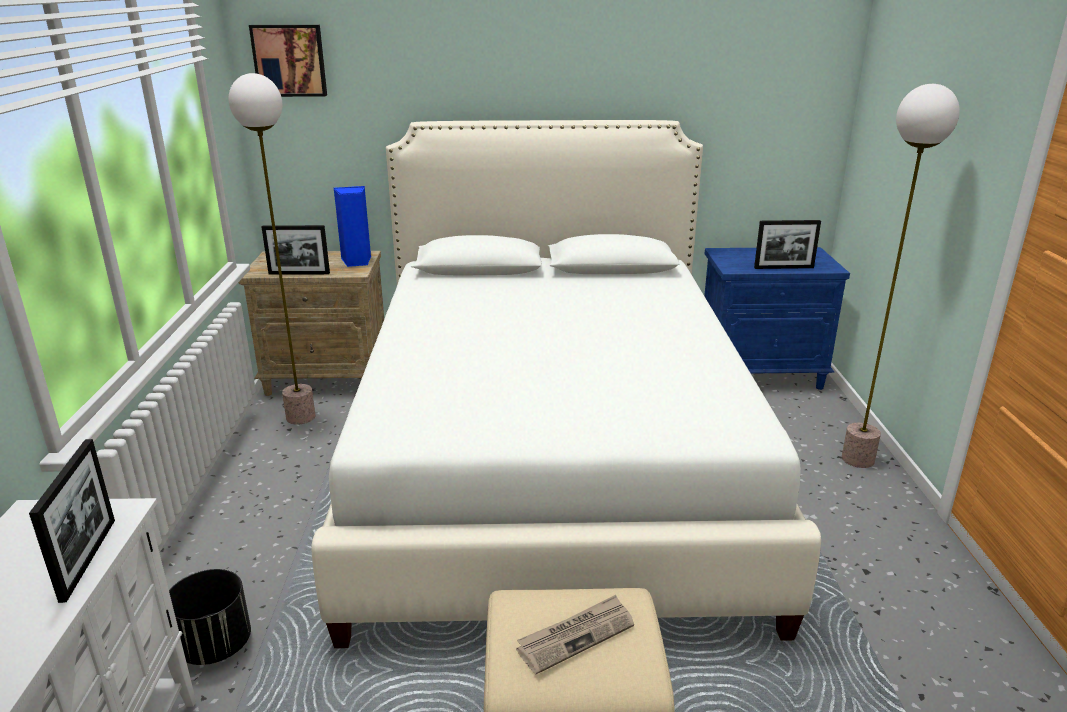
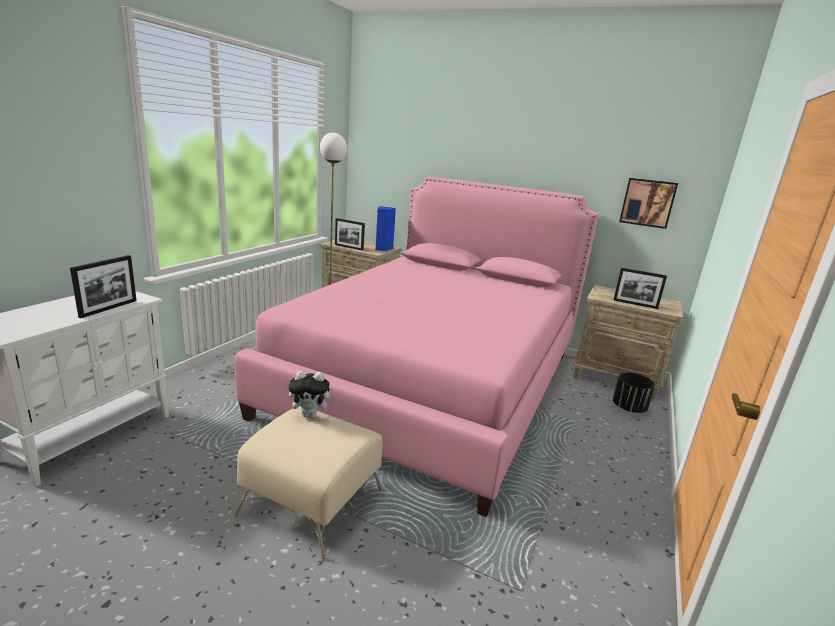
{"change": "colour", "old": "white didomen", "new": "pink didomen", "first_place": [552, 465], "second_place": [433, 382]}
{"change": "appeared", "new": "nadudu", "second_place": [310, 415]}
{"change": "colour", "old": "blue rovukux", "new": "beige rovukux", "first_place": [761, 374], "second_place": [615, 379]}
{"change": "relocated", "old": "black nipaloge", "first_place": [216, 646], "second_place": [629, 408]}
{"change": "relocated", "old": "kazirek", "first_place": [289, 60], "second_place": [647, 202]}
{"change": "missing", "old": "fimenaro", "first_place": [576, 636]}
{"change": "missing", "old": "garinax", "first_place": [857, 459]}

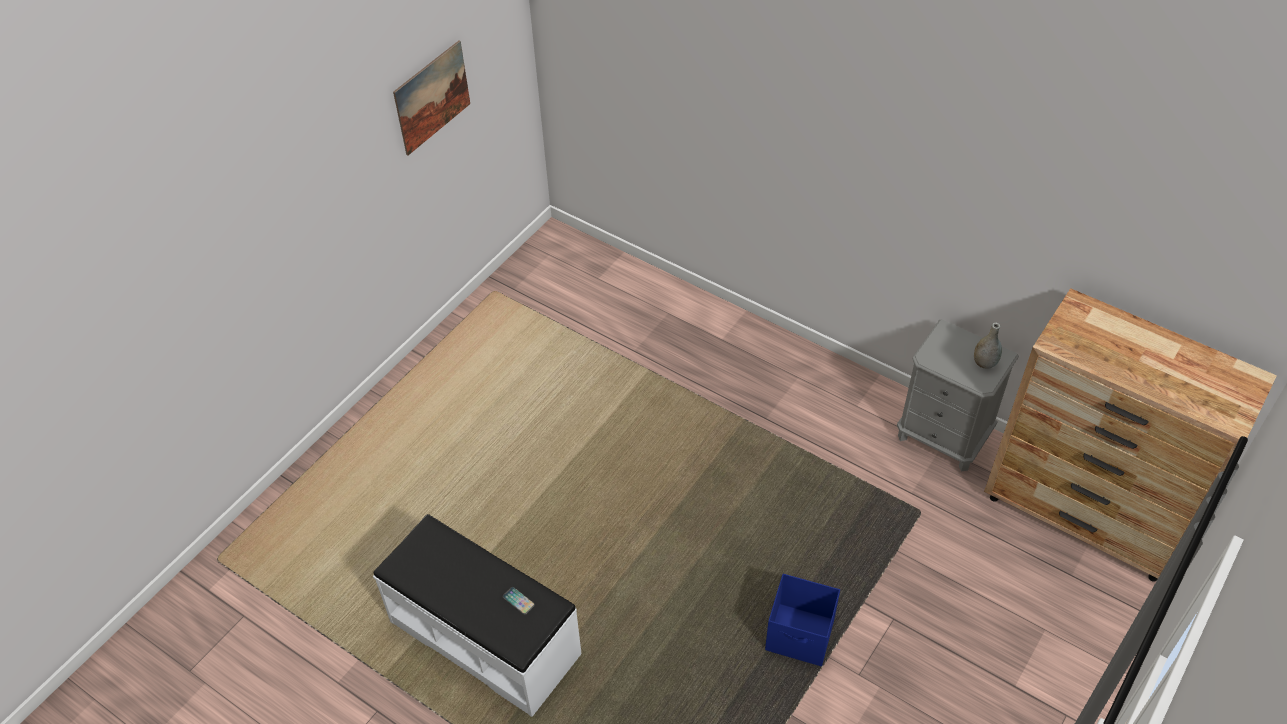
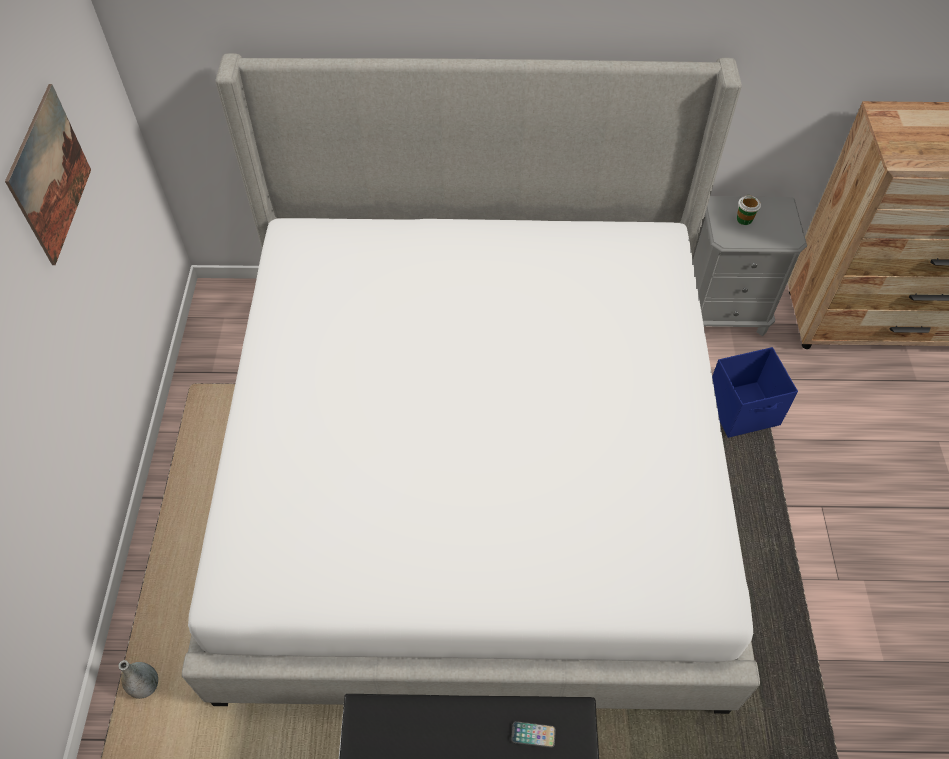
{"change": "relocated", "old": "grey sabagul", "first_place": [984, 363], "second_place": [146, 686]}
{"change": "appeared", "new": "didomen", "second_place": [474, 467]}
{"change": "relocated", "old": "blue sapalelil", "first_place": [800, 636], "second_place": [743, 410]}
{"change": "appeared", "new": "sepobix", "second_place": [744, 219]}

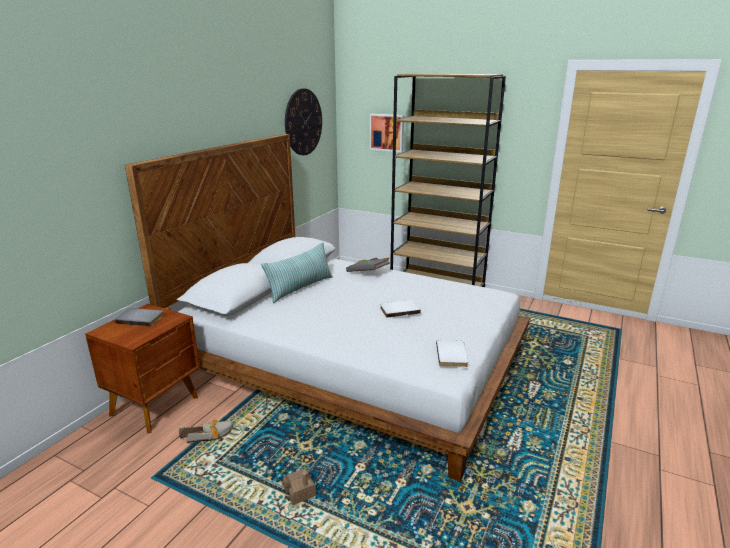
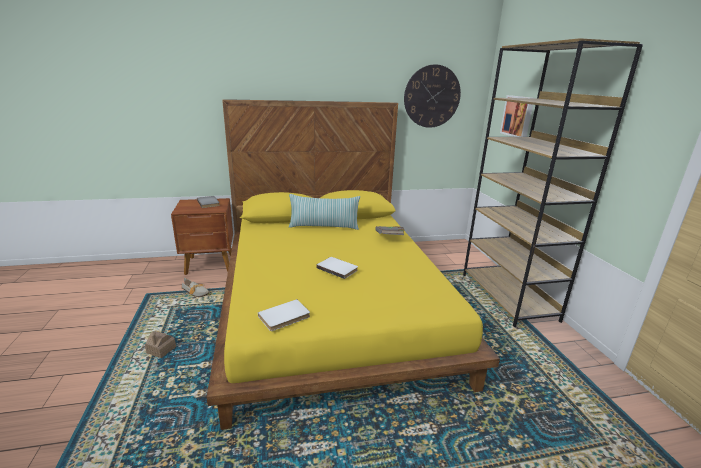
{"change": "colour", "old": "white didomen", "new": "yellow didomen", "first_place": [353, 362], "second_place": [331, 306]}

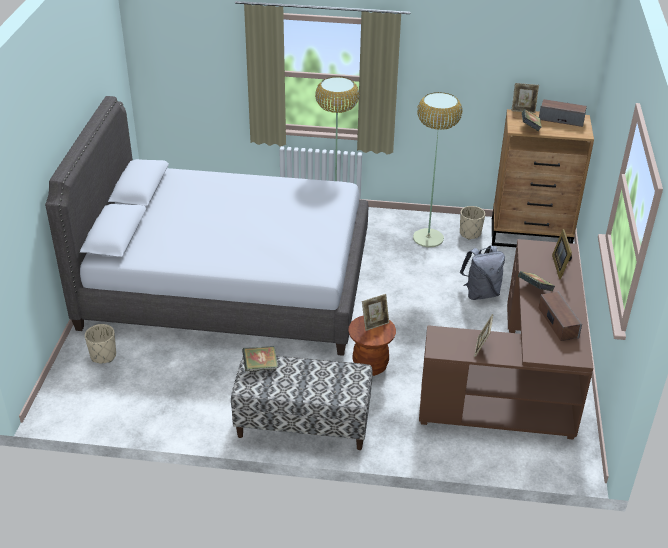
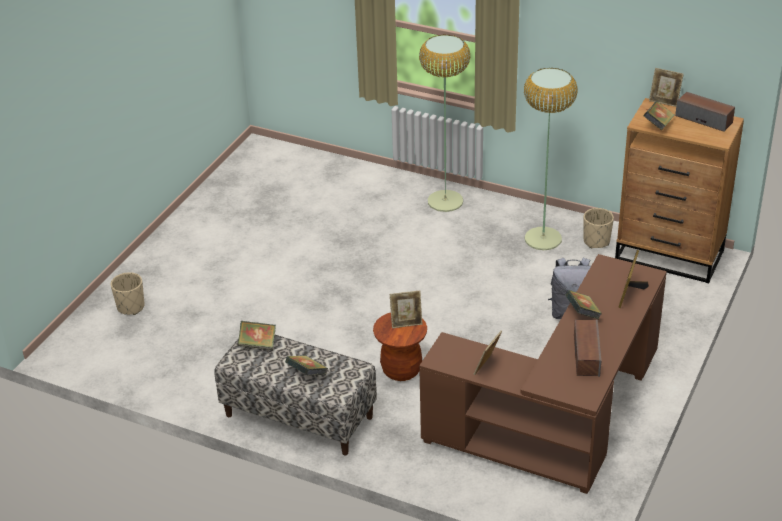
{"change": "appeared", "new": "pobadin", "second_place": [307, 374]}
{"change": "missing", "old": "grey didomen", "first_place": [227, 284]}

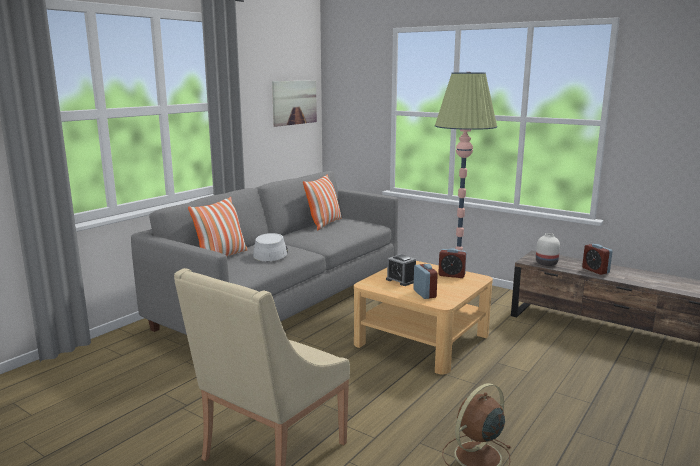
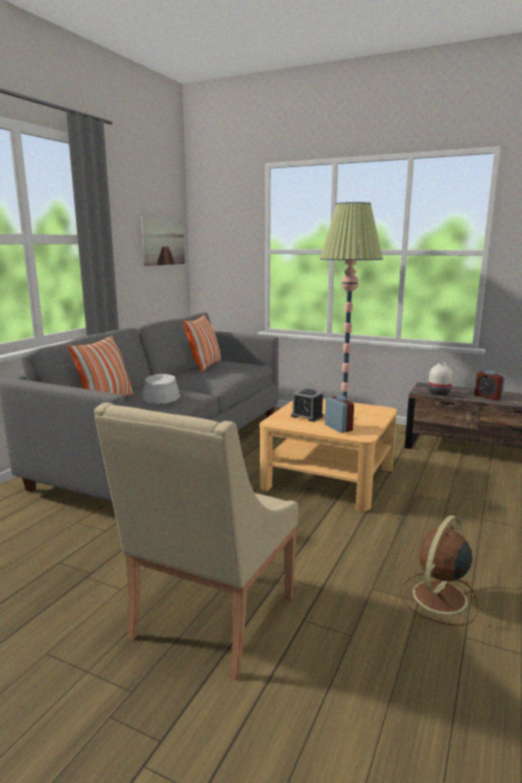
{"change": "missing", "old": "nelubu", "first_place": [451, 275]}

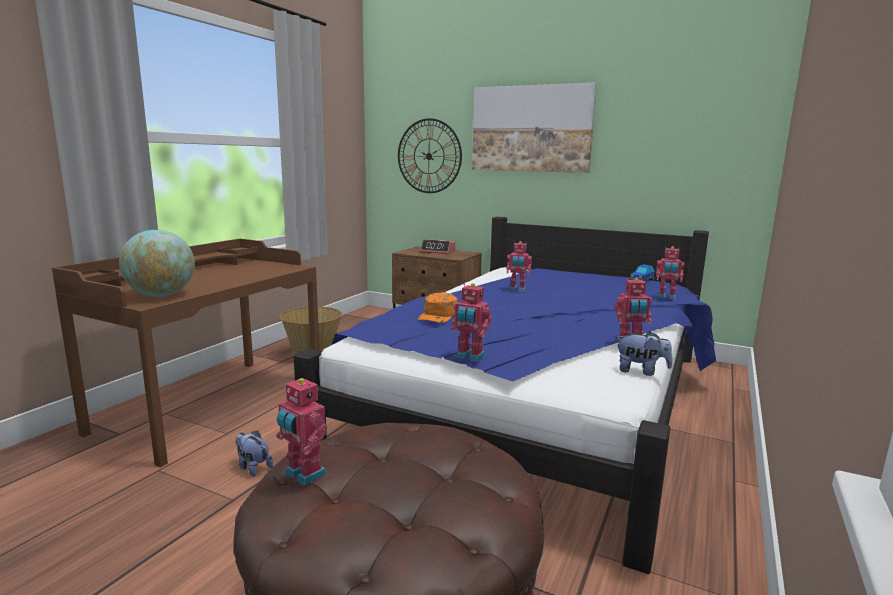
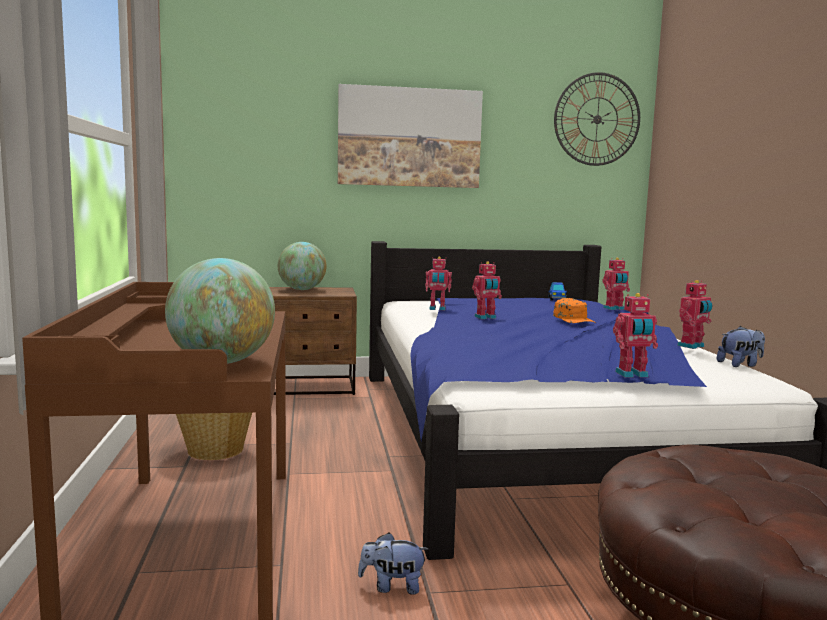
{"change": "exchanged", "old": "nelubu", "new": "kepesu", "first_place": [438, 251], "second_place": [302, 289]}
{"change": "relocated", "old": "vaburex", "first_place": [303, 474], "second_place": [437, 309]}
{"change": "relocated", "old": "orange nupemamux", "first_place": [438, 315], "second_place": [574, 319]}
{"change": "relocated", "old": "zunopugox", "first_place": [429, 156], "second_place": [597, 119]}

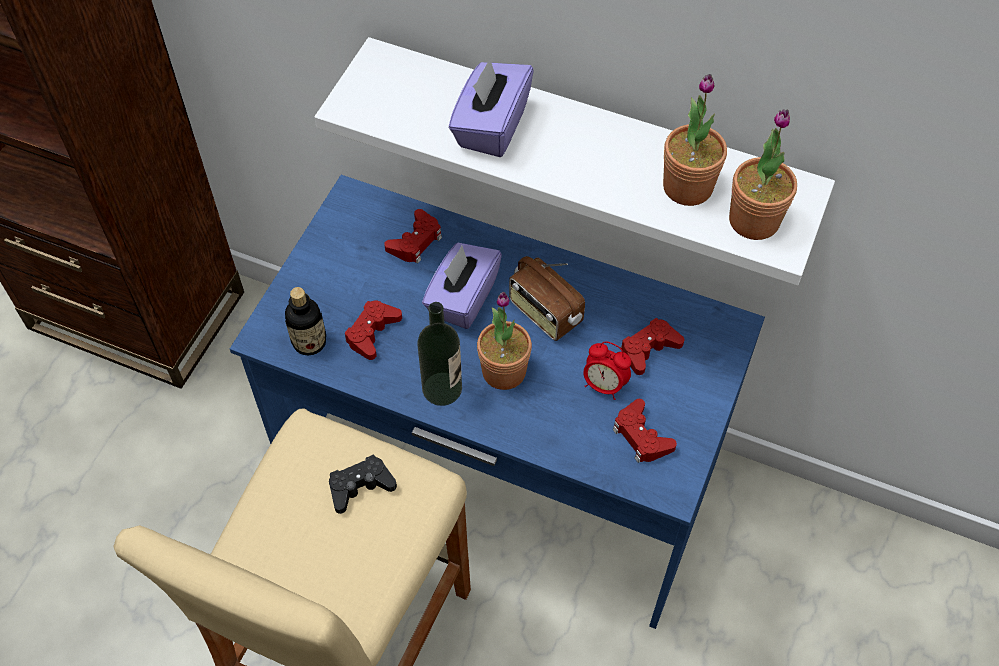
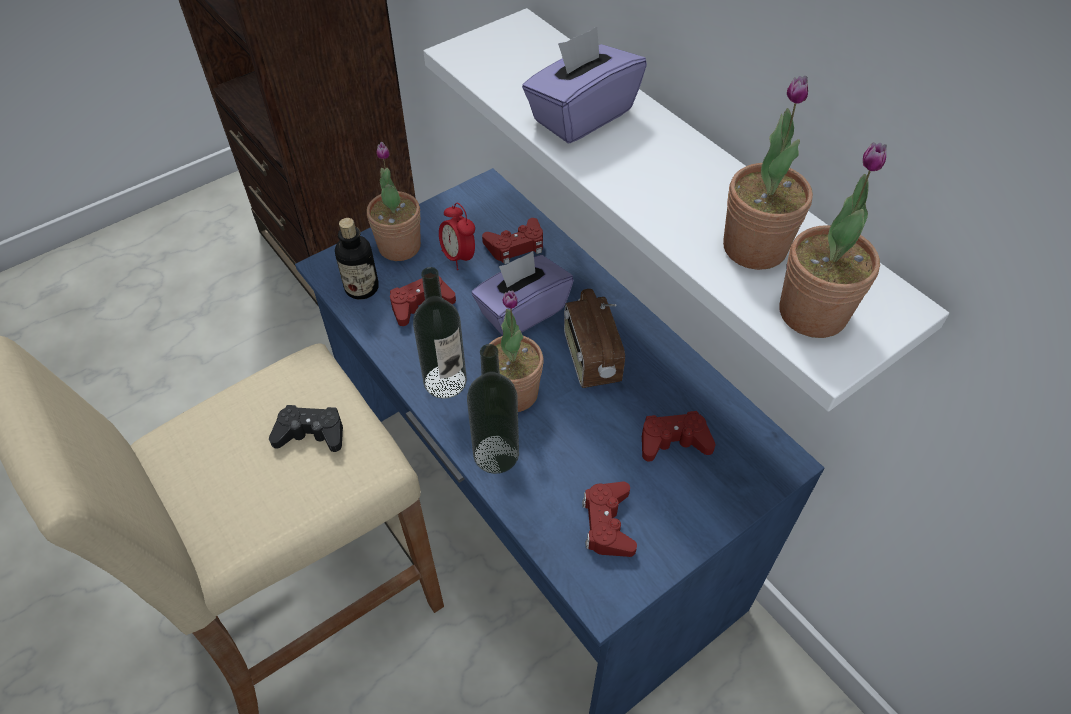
{"change": "appeared", "new": "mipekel", "second_place": [399, 246]}
{"change": "relocated", "old": "nelubu", "first_place": [604, 385], "second_place": [458, 257]}
{"change": "appeared", "new": "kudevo", "second_place": [496, 454]}

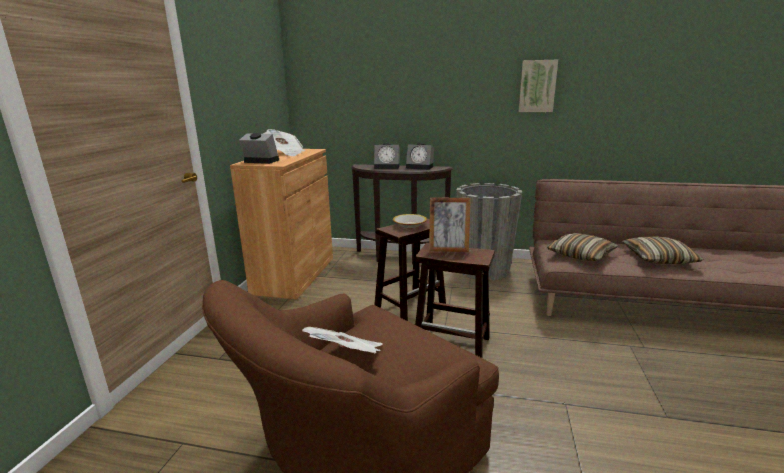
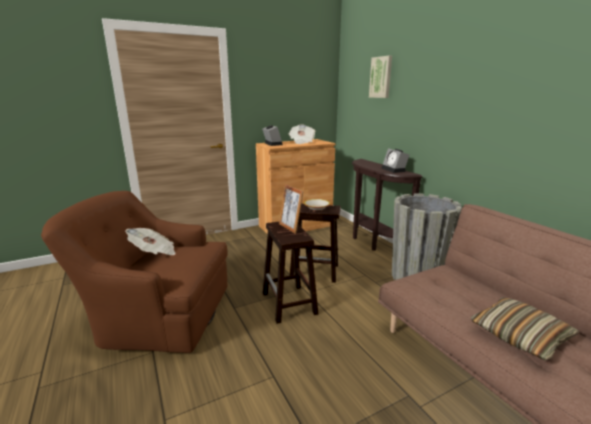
{"change": "relocated", "old": "kazirek", "first_place": [537, 86], "second_place": [381, 77]}
{"change": "missing", "old": "nelubu", "first_place": [388, 167]}
{"change": "missing", "old": "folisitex", "first_place": [580, 255]}

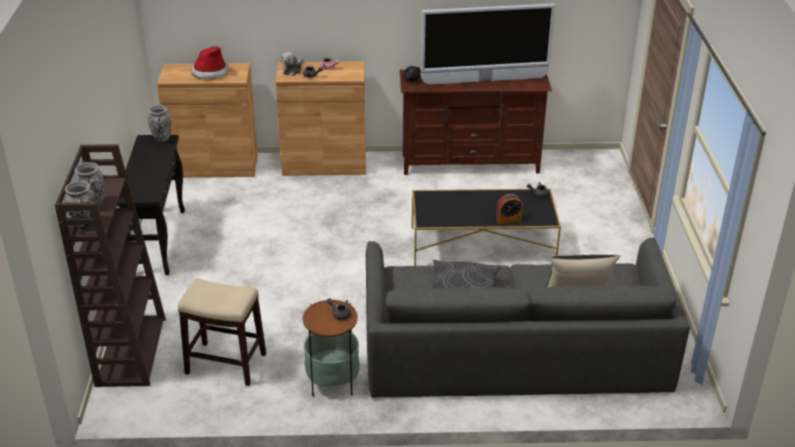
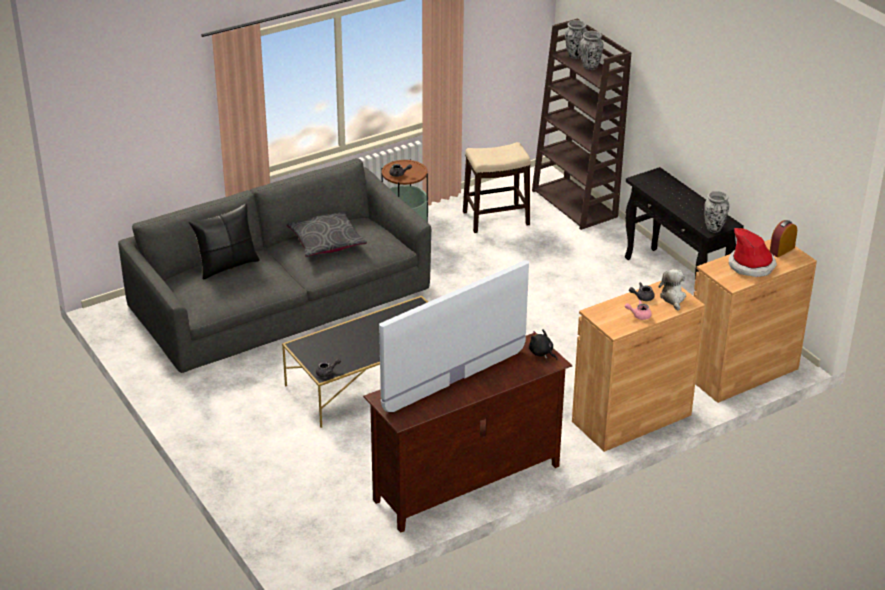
{"change": "relocated", "old": "nelubu", "first_place": [508, 220], "second_place": [782, 250]}

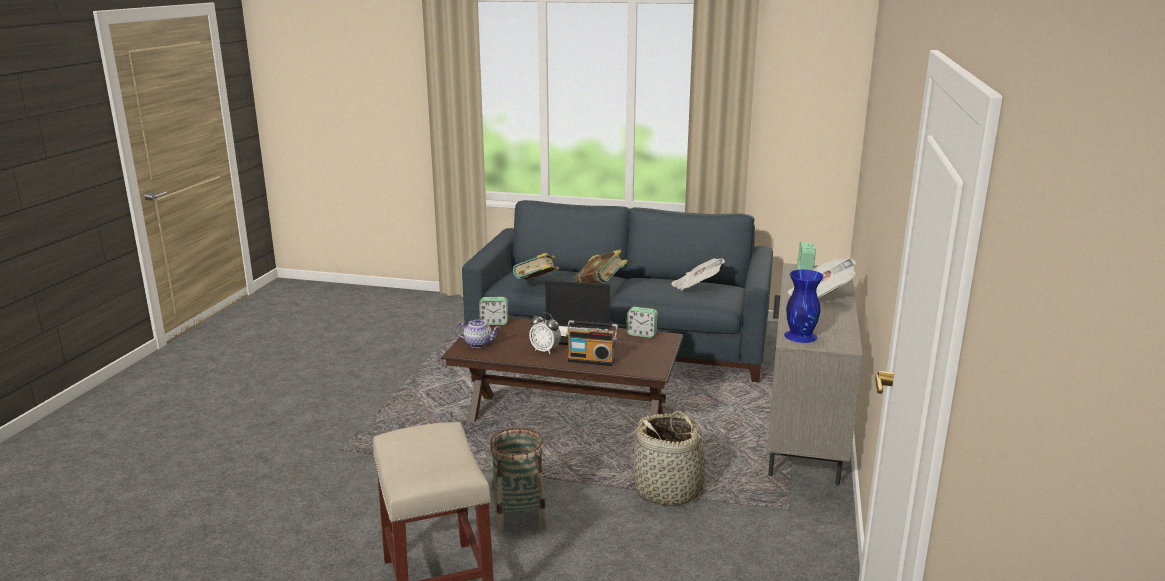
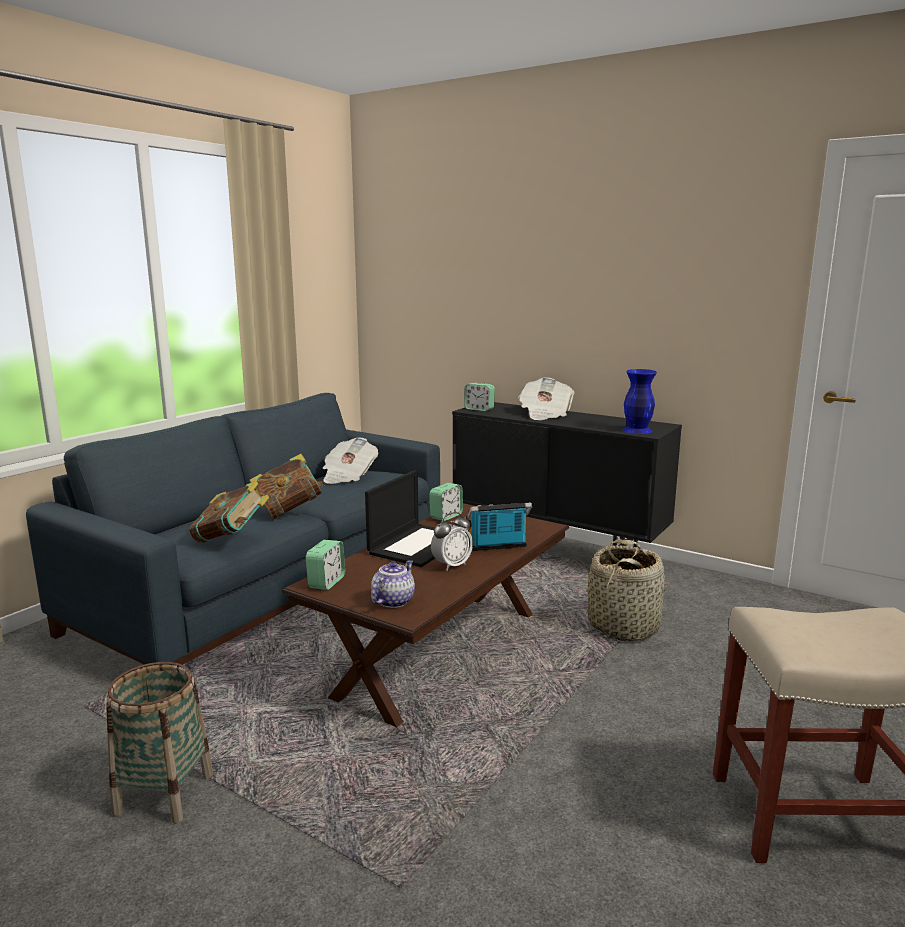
{"change": "relocated", "old": "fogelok", "first_place": [518, 516], "second_place": [164, 794]}
{"change": "colour", "old": "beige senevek", "new": "black senevek", "first_place": [804, 440], "second_place": [557, 552]}
{"change": "spun", "old": "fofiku", "first_place": [591, 360], "second_place": [498, 547], "degrees": -135}

